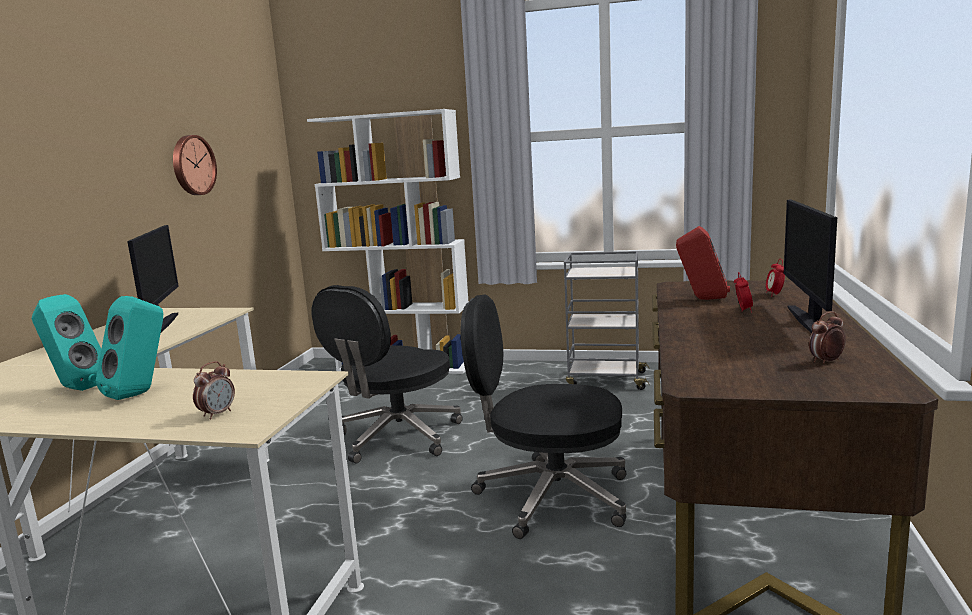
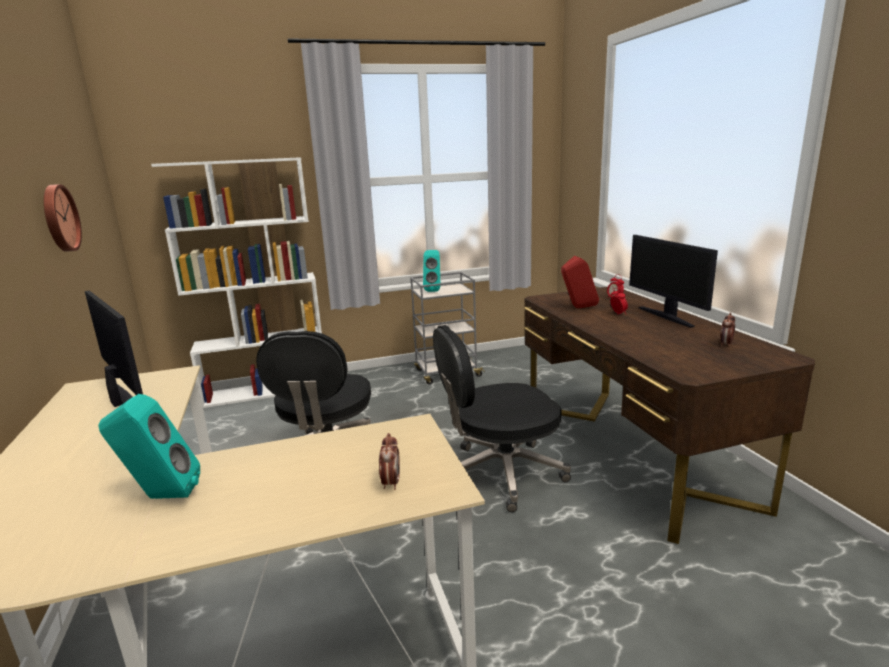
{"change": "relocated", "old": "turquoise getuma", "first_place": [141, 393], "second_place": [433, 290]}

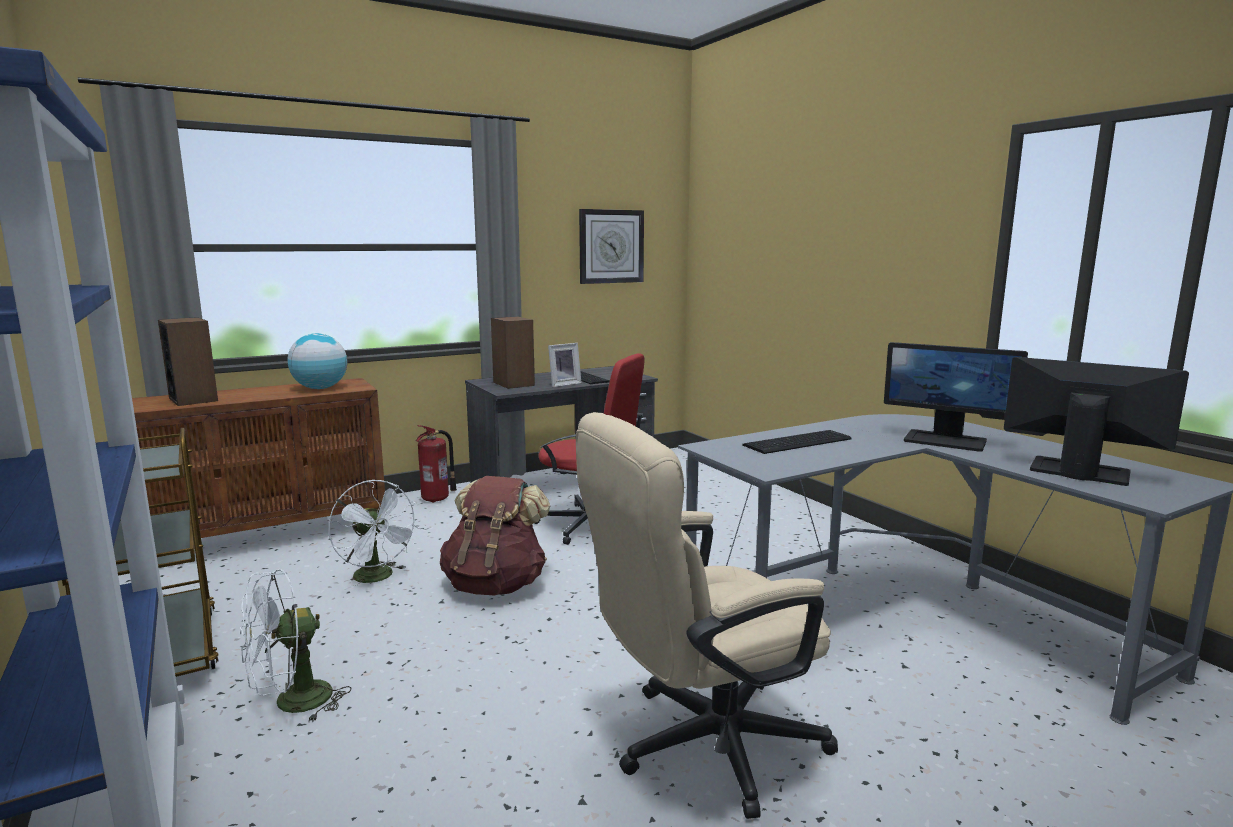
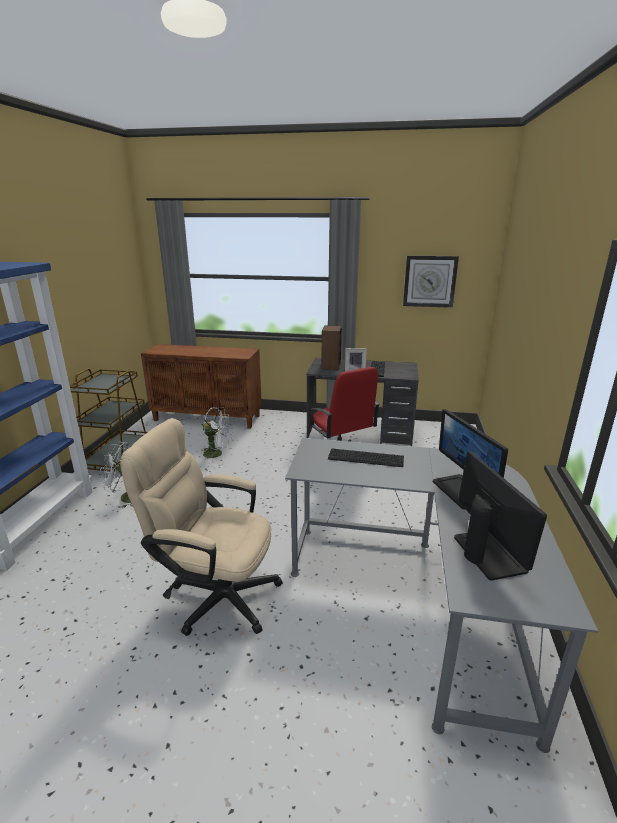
{"change": "spun", "old": "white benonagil", "first_place": [378, 578], "second_place": [217, 454], "degrees": -75}
{"change": "missing", "old": "getuma", "first_place": [193, 399]}
{"change": "missing", "old": "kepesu", "first_place": [320, 388]}
{"change": "missing", "old": "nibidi", "first_place": [437, 498]}
{"change": "missing", "old": "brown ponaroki", "first_place": [496, 585]}

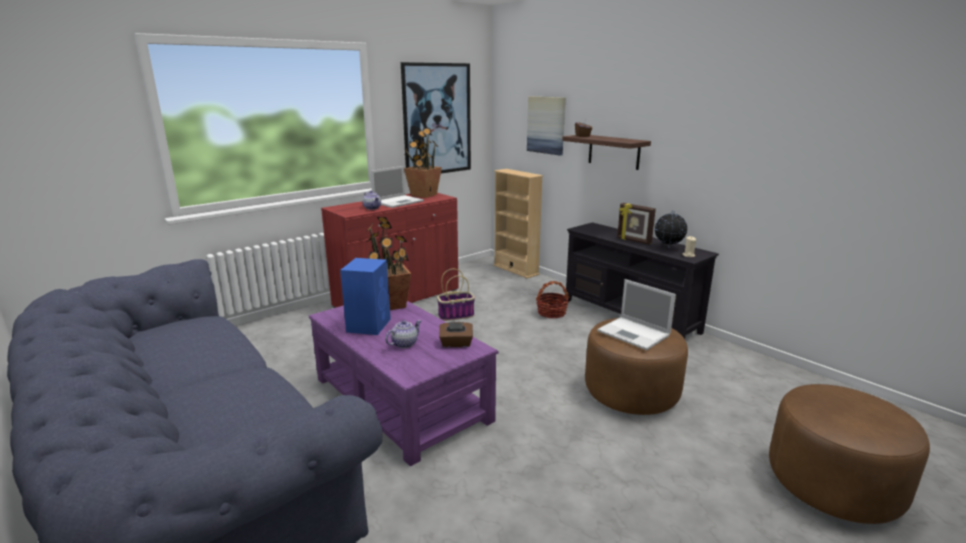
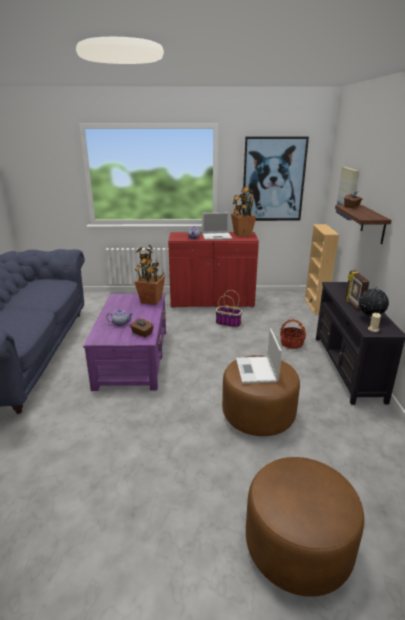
{"change": "missing", "old": "blue getuma", "first_place": [369, 325]}

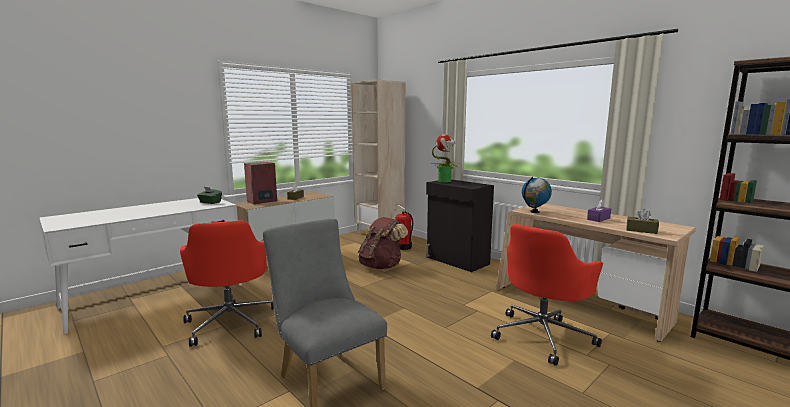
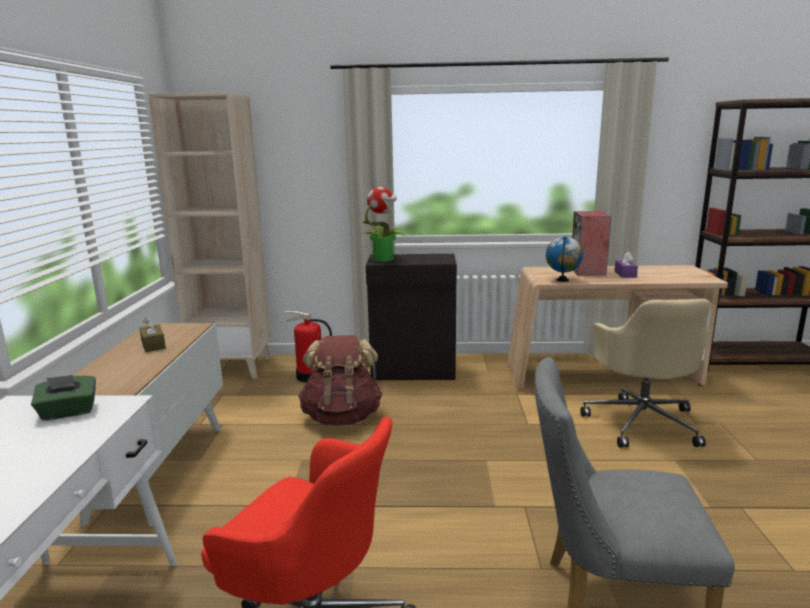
{"change": "relocated", "old": "getuma", "first_place": [261, 201], "second_place": [588, 271]}
{"change": "colour", "old": "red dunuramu", "new": "beige dunuramu", "first_place": [543, 335], "second_place": [642, 422]}
{"change": "missing", "old": "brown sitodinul", "first_place": [641, 230]}

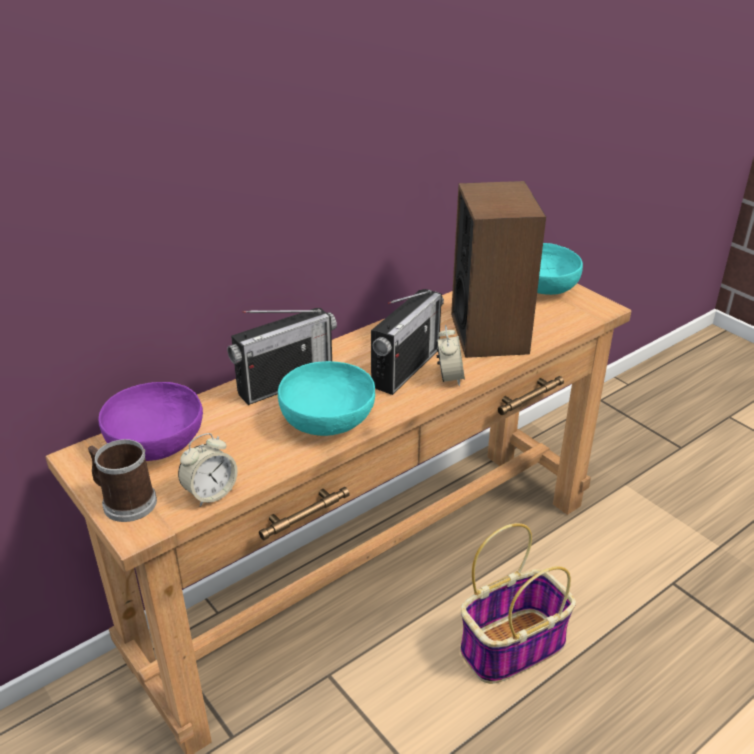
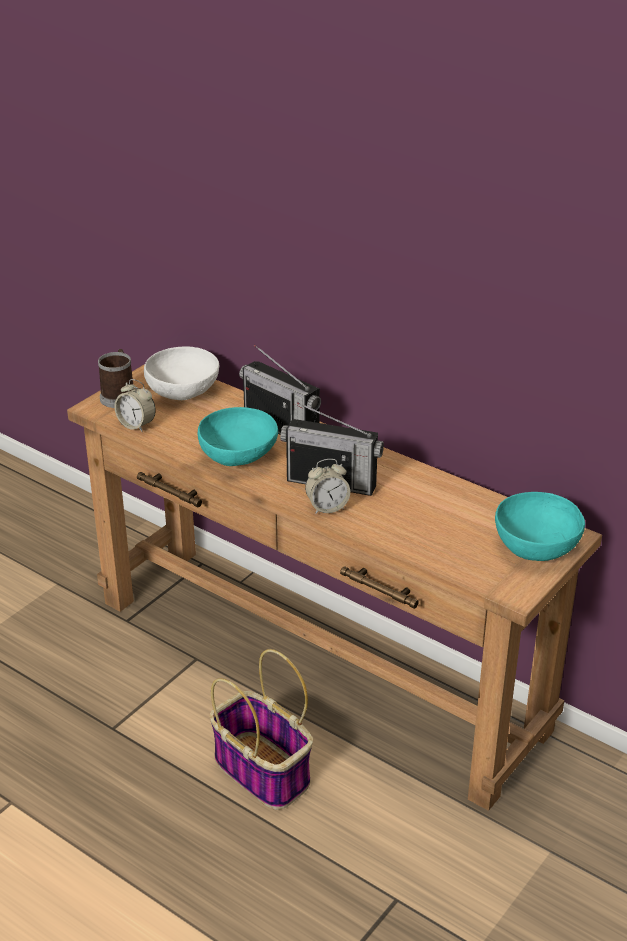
{"change": "colour", "old": "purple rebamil", "new": "white rebamil", "first_place": [156, 443], "second_place": [184, 391]}
{"change": "missing", "old": "getuma", "first_place": [489, 333]}

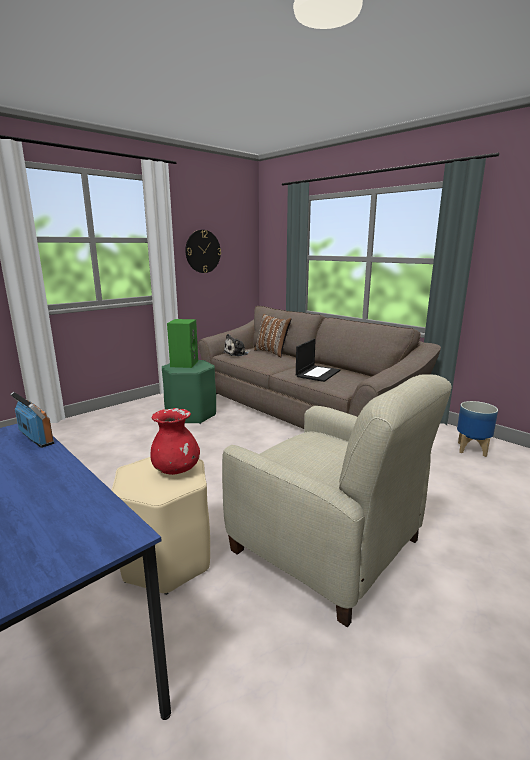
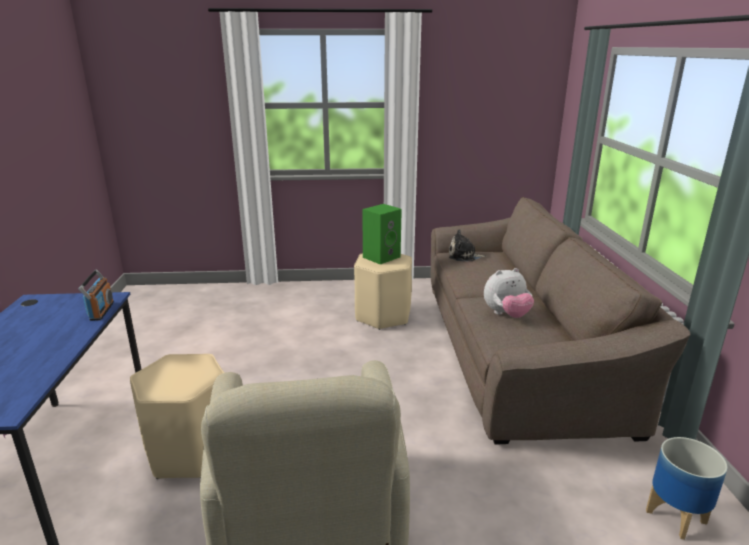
{"change": "colour", "old": "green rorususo", "new": "beige rorususo", "first_place": [191, 415], "second_place": [383, 316]}
{"change": "exchanged", "old": "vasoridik", "new": "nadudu", "first_place": [318, 373], "second_place": [506, 315]}
{"change": "missing", "old": "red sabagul", "first_place": [176, 470]}
{"change": "missing", "old": "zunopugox", "first_place": [203, 251]}
{"change": "missing", "old": "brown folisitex", "first_place": [272, 352]}

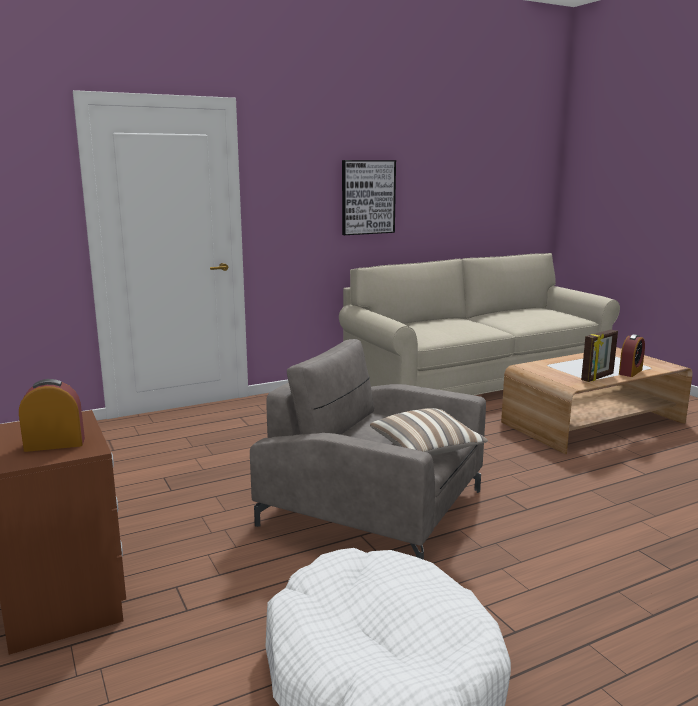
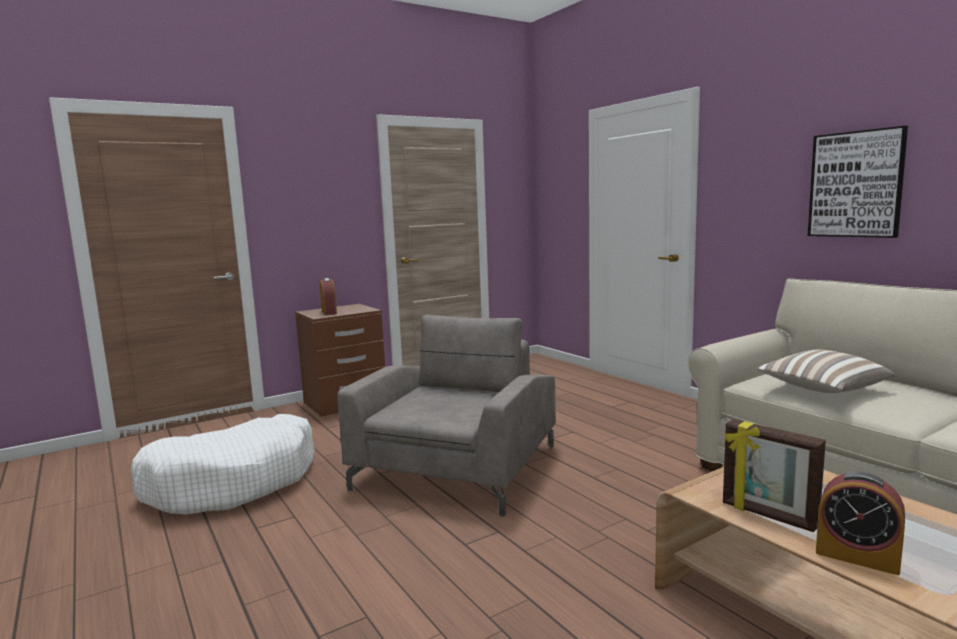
{"change": "relocated", "old": "folisitex", "first_place": [427, 449], "second_place": [822, 389]}

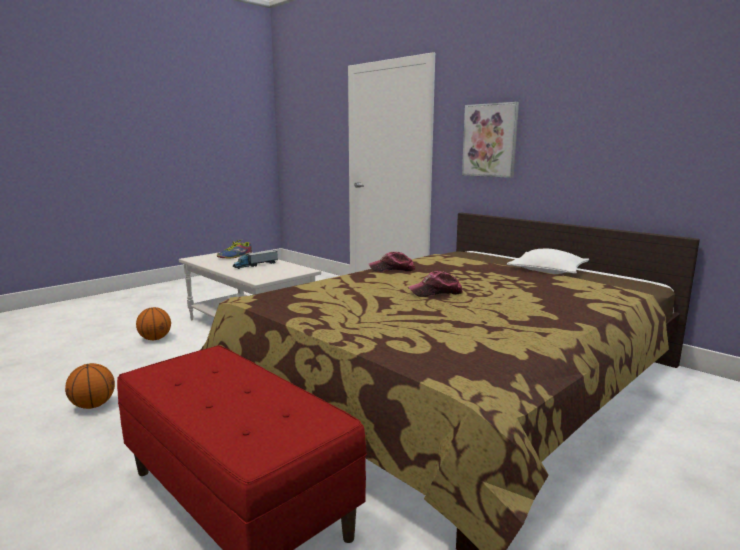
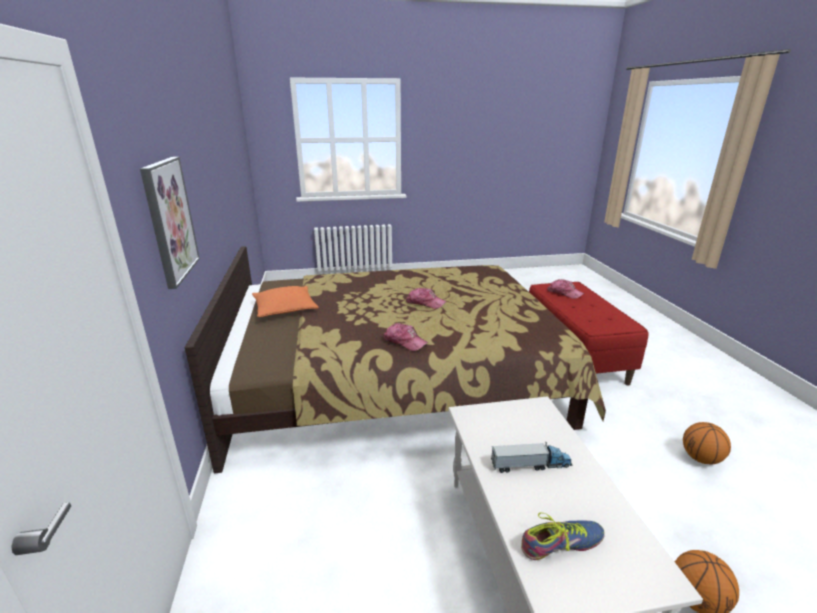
{"change": "colour", "old": "white folisitex", "new": "orange folisitex", "first_place": [547, 271], "second_place": [285, 309]}
{"change": "appeared", "new": "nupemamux", "second_place": [564, 293]}

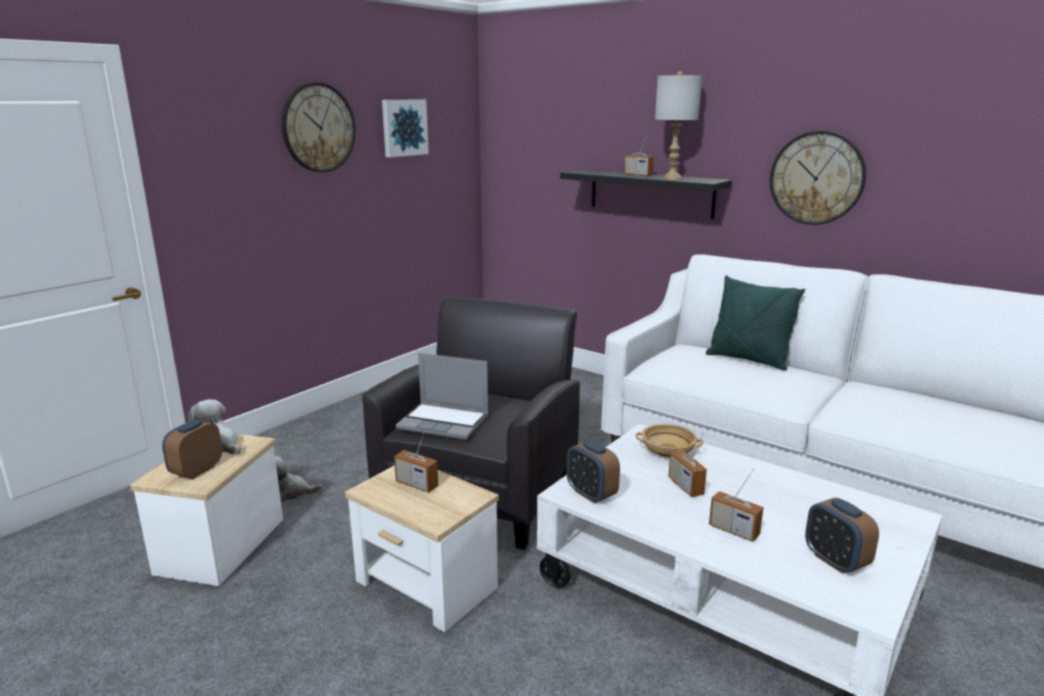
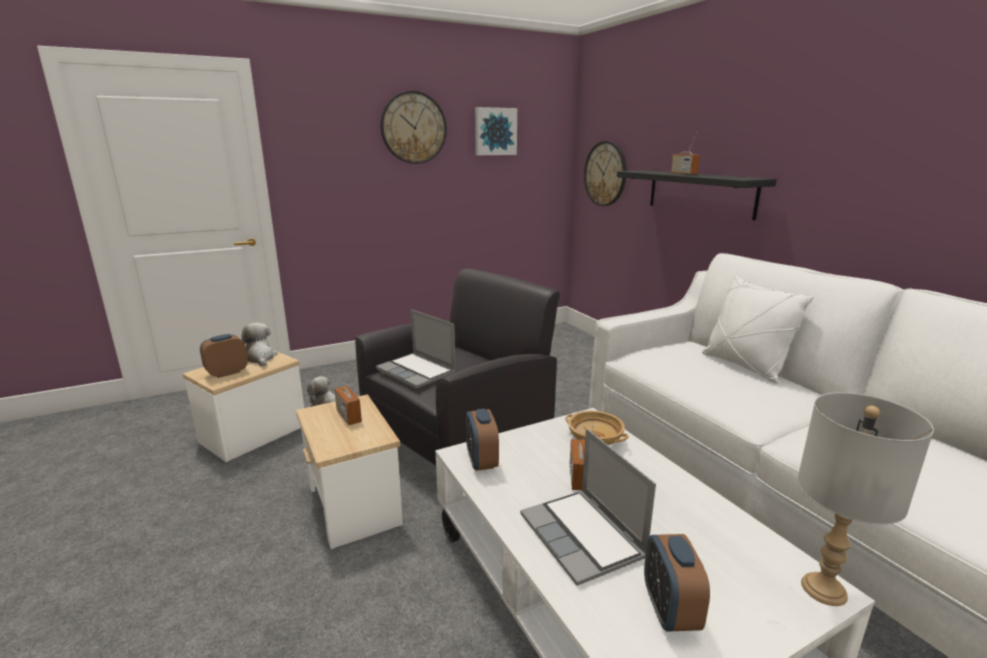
{"change": "exchanged", "old": "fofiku", "new": "vasoridik", "first_place": [733, 530], "second_place": [583, 537]}
{"change": "relocated", "old": "zunopugox", "first_place": [816, 178], "second_place": [605, 174]}
{"change": "colour", "old": "green folisitex", "new": "white folisitex", "first_place": [748, 360], "second_place": [744, 366]}
{"change": "relocated", "old": "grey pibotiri", "first_place": [672, 178], "second_place": [824, 589]}

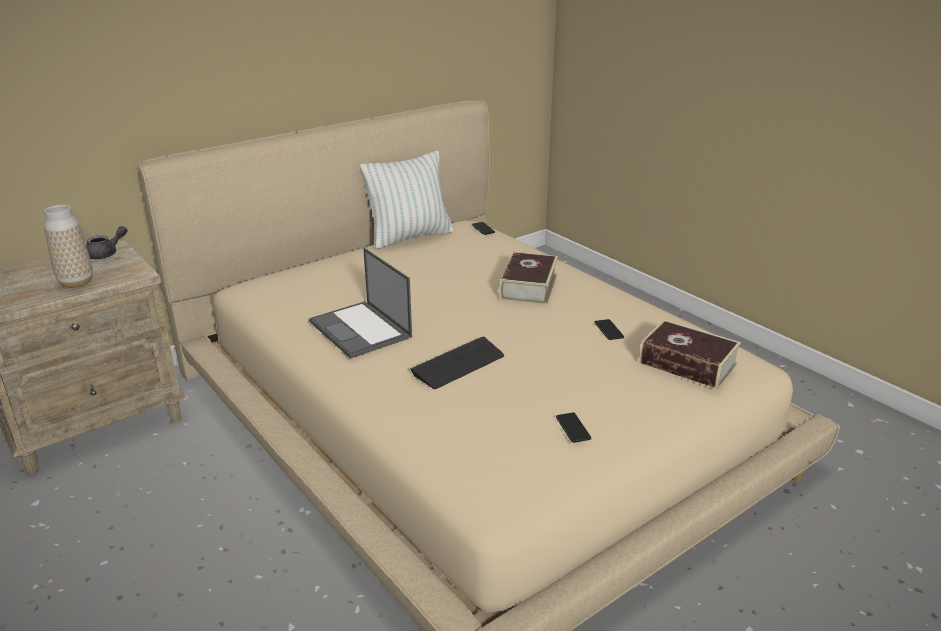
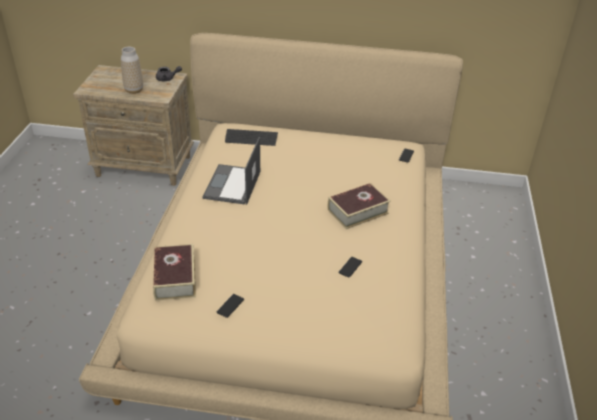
{"change": "relocated", "old": "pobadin", "first_place": [687, 364], "second_place": [175, 278]}
{"change": "relocated", "old": "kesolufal", "first_place": [458, 364], "second_place": [251, 138]}
{"change": "missing", "old": "folisitex", "first_place": [410, 237]}

